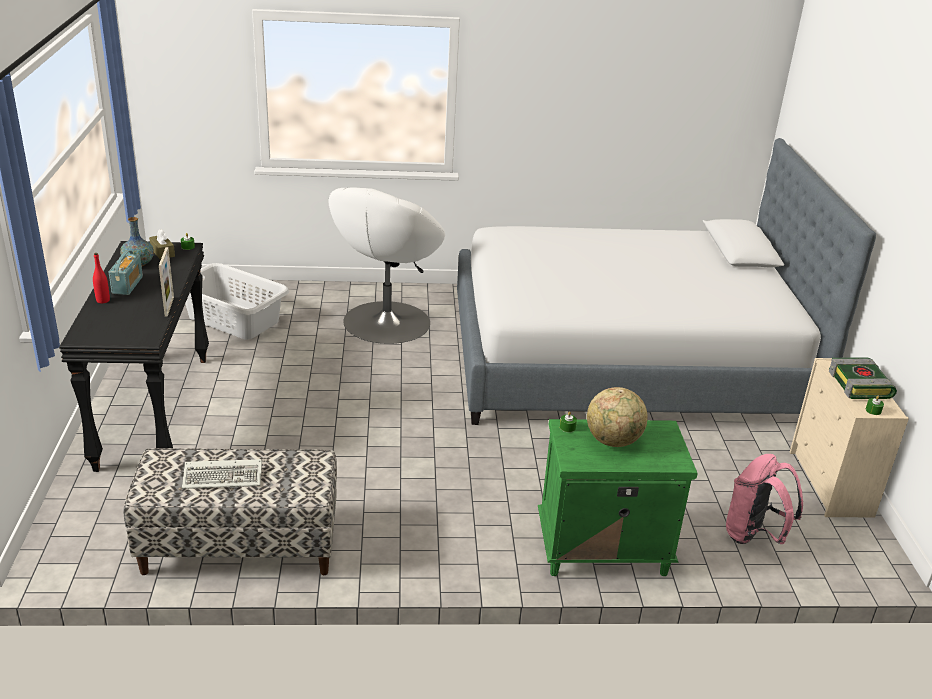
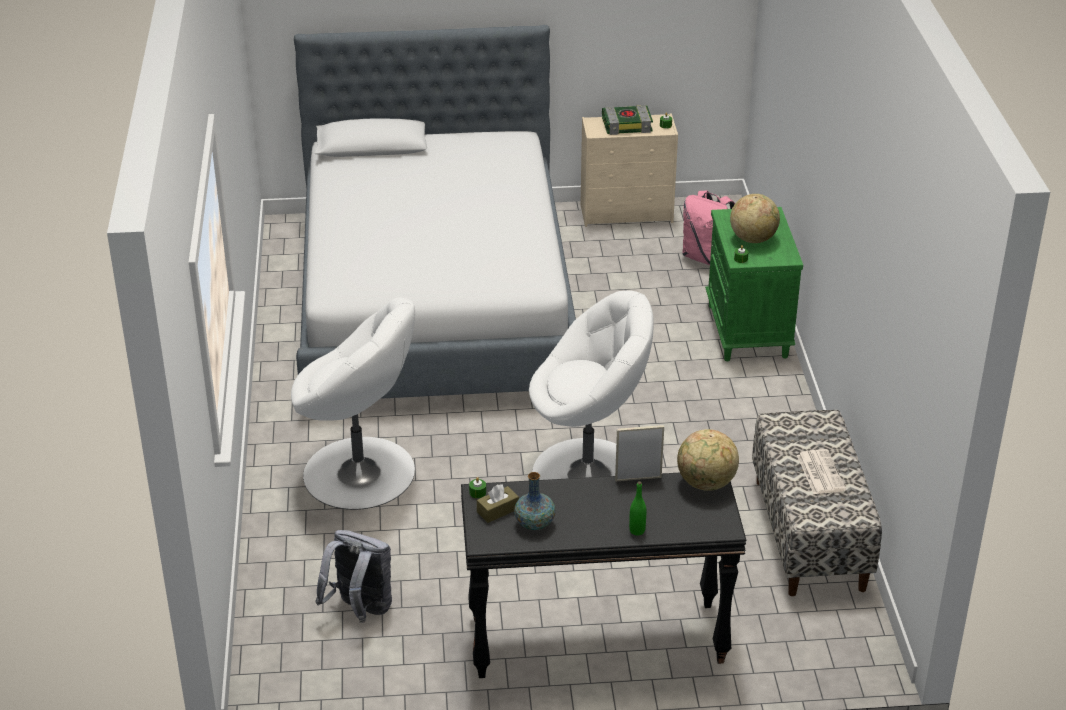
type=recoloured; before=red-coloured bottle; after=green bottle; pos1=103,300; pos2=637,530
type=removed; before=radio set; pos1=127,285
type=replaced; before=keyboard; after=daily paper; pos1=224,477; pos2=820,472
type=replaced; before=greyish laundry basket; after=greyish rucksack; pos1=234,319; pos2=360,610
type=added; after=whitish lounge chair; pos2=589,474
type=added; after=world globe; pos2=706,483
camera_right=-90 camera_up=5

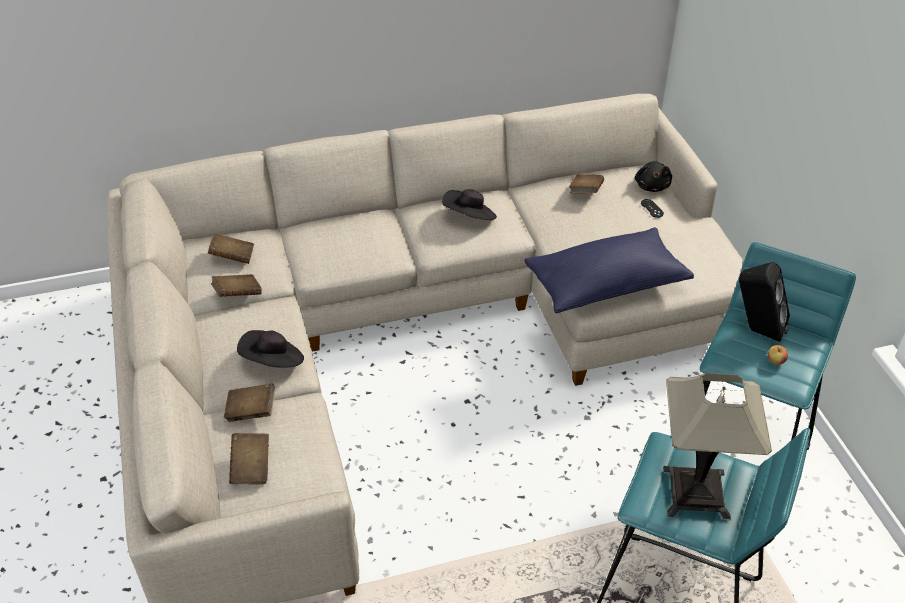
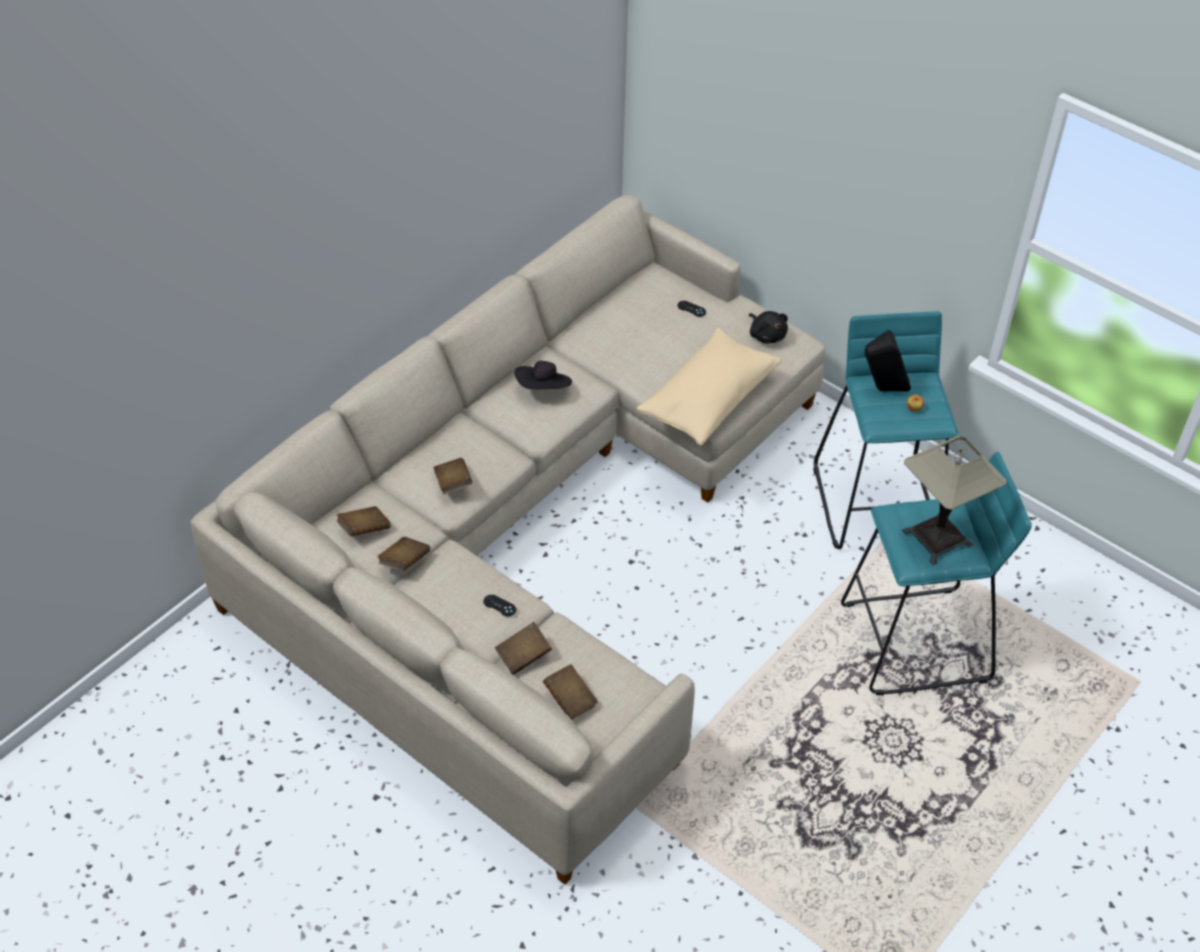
type=replaced; before=black-coloured clothing hat; after=black-coloured gamepad; pos1=273,362; pos2=499,605
type=recoloured; before=blue throw pillow; after=beige throw pillow; pos1=606,285; pos2=708,400
type=moved; before=brown-coloured book; pos1=585,192; pos2=453,483
type=moved; before=black-coloured plush toy; pos1=652,186; pos2=766,335
camera_right=-35 camera_up=5

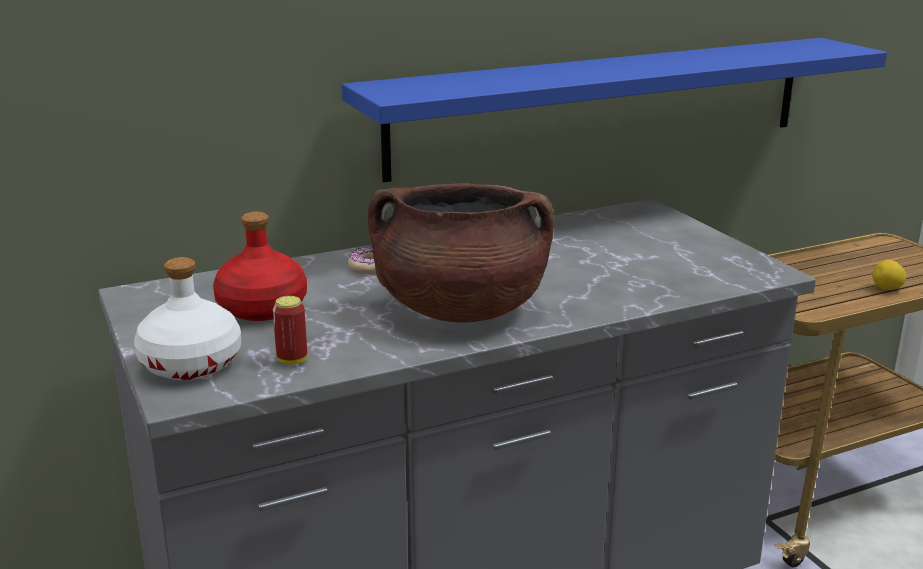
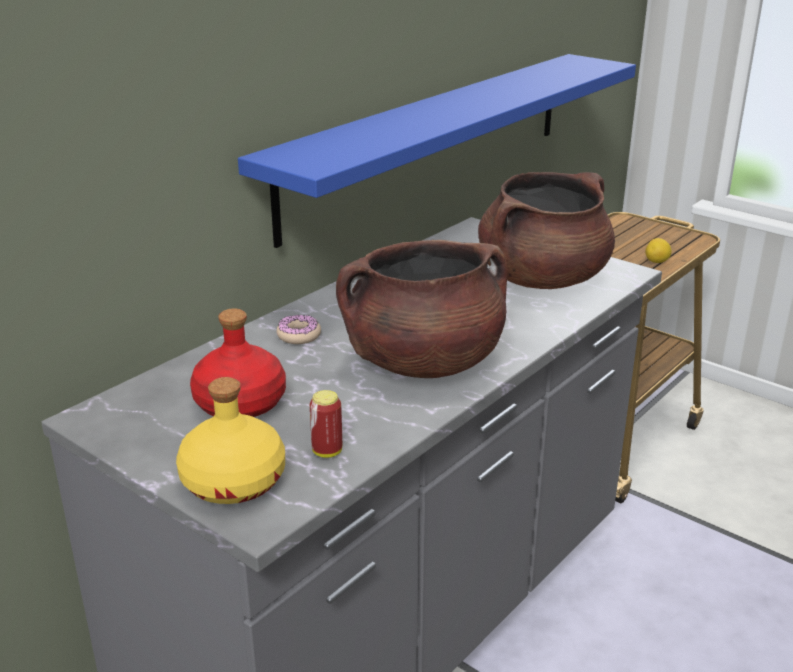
type=recoloured; before=whitish bottle; after=yellow-coloured bottle; pos1=191,364; pos2=234,482
type=added; after=brown-coloured cooking pot; pos2=542,279
camera_right=-25 camera_up=5

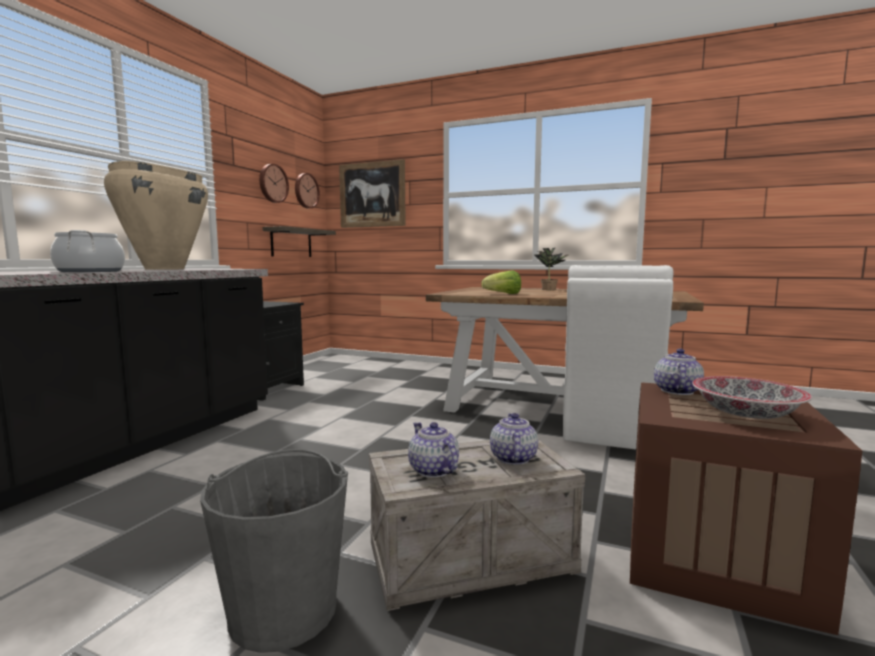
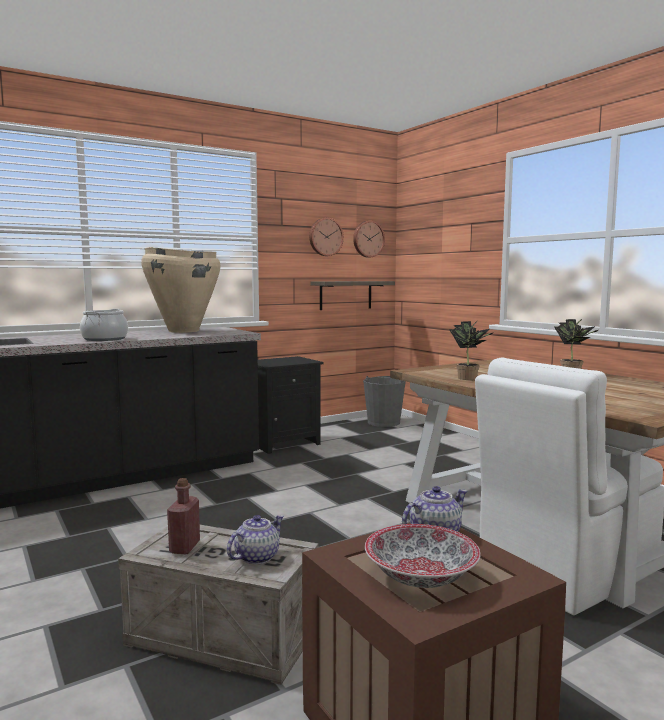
type=moved; before=greyish pail; pos1=284,609; pos2=384,422
type=removed; before=wall picture; pos1=372,195
type=replaced; before=pot for tea; after=red-coloured bottle; pos1=433,470; pos2=184,547
type=replaced; before=lettuce; after=houseplant; pos1=503,294; pos2=470,378
camera_right=35 camera_up=0

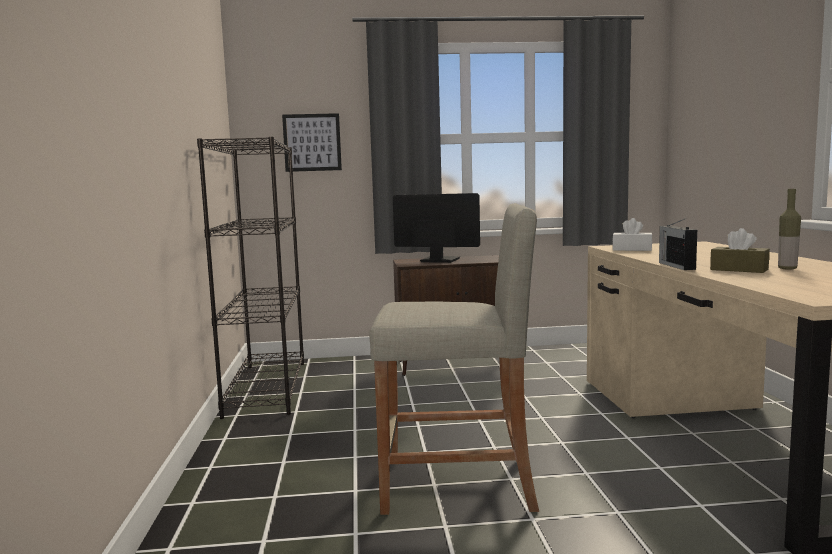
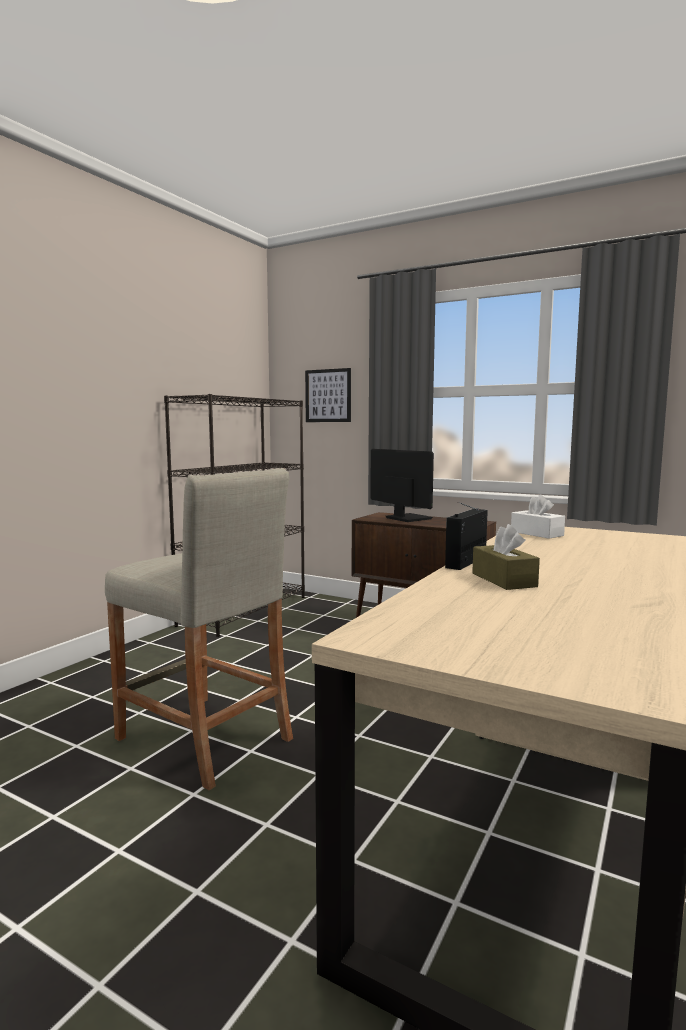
type=removed; before=bottle; pos1=787,268
camera_right=35 camera_up=0

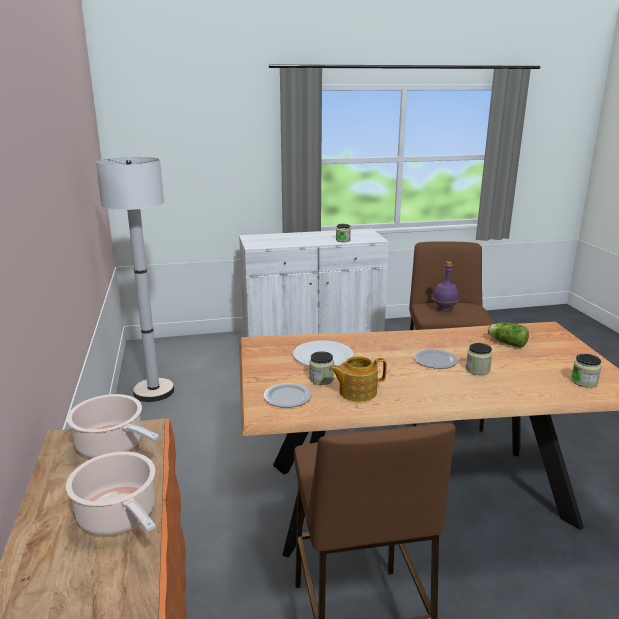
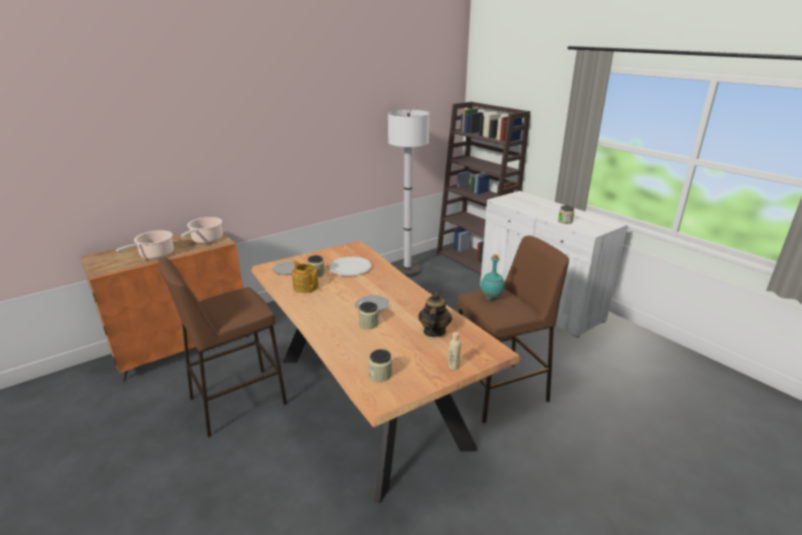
type=recoloured; before=purple bottle; after=blue-green bottle; pos1=444,309; pos2=491,298
type=replaced; before=lettuce; after=pot for tea; pos1=506,343; pos2=434,331
type=added; after=brown-coloured shelving unit; pos2=474,261
type=added; after=beige bottle; pos2=453,366
camera_right=65 camera_up=5

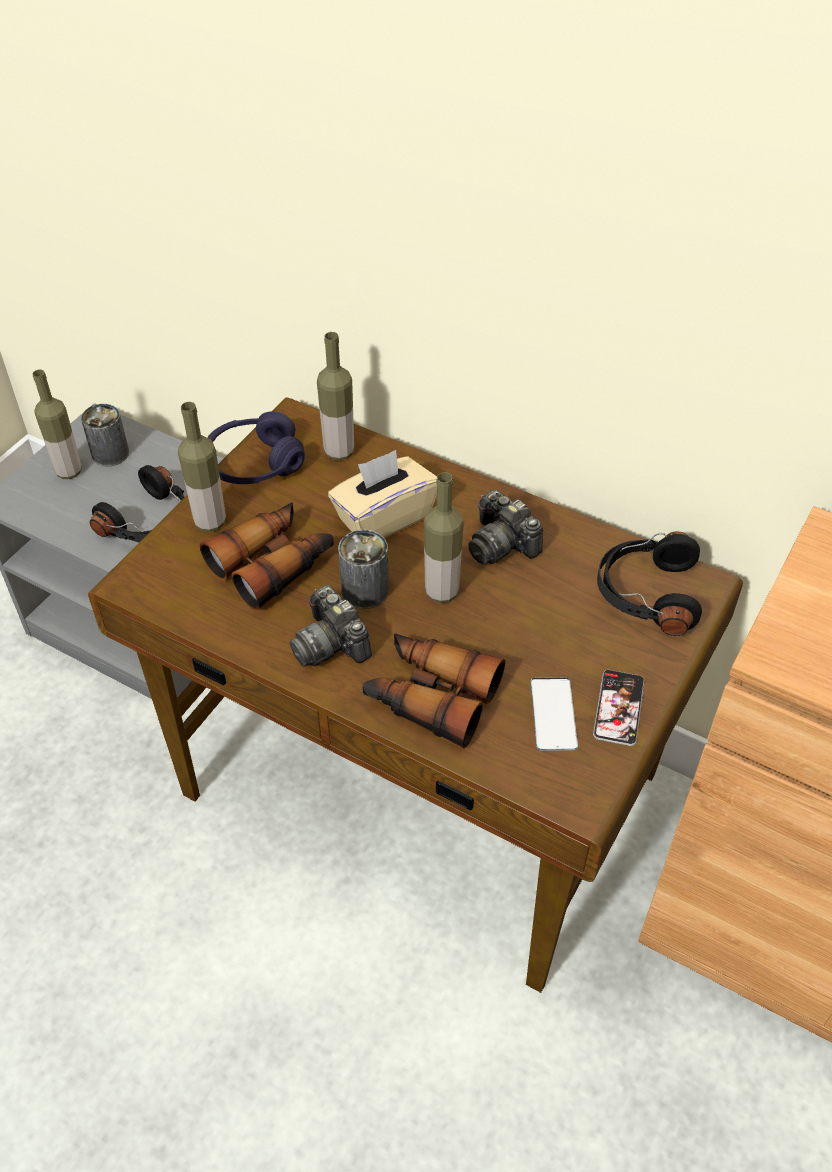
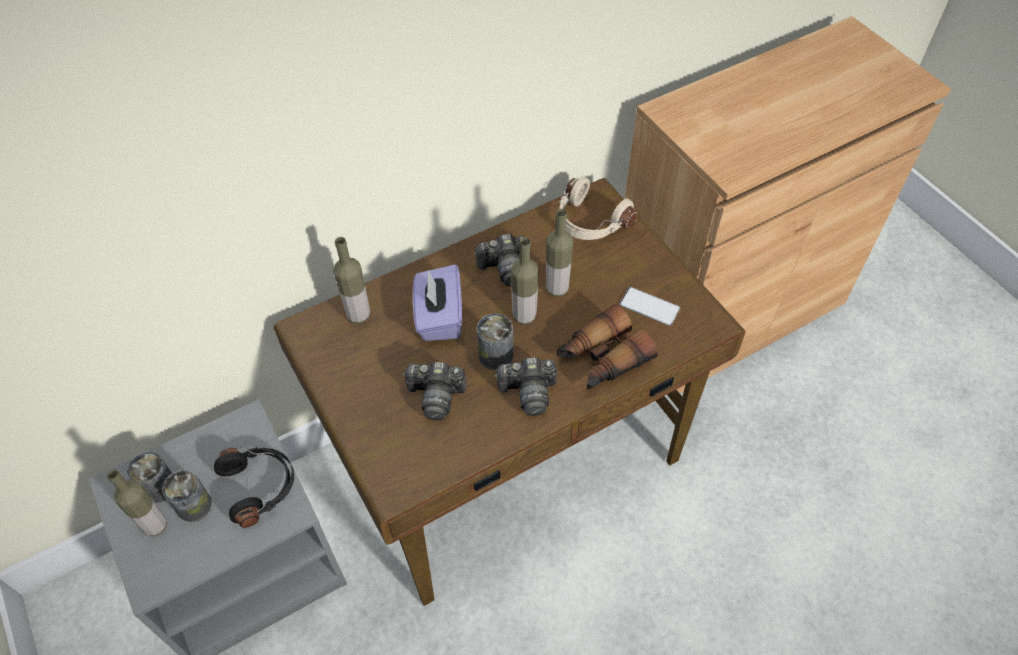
type=moved; before=bottle; pos1=210,522; pos2=557,288
type=replaced; before=field glasses; after=still camera; pos1=273,563; pos2=436,396
type=removed; before=purple headphones; pos1=254,463
type=recoloured; before=beige box of tissues; after=purple box of tissues; pos1=383,518; pos2=439,317
type=removed; before=handset; pos1=618,708
type=recoloured; before=black-coloured headphones; after=beige headphones; pos1=646,594; pos2=589,222
type=added; after=can; pos2=194,505
camera_right=-60 camera_up=5

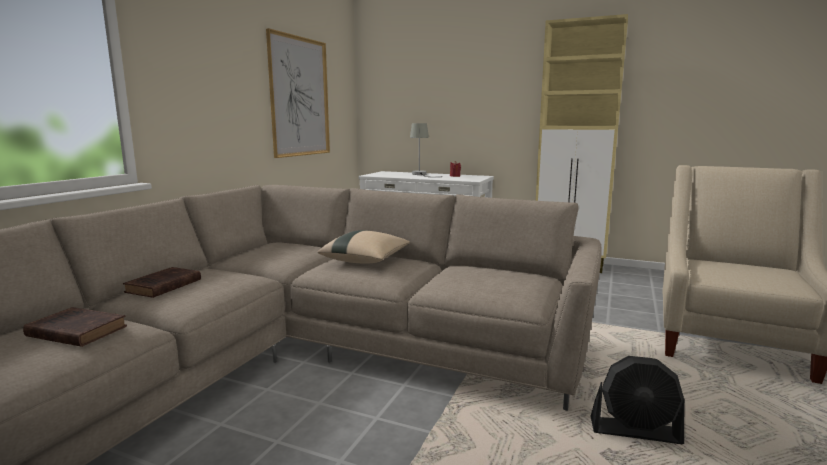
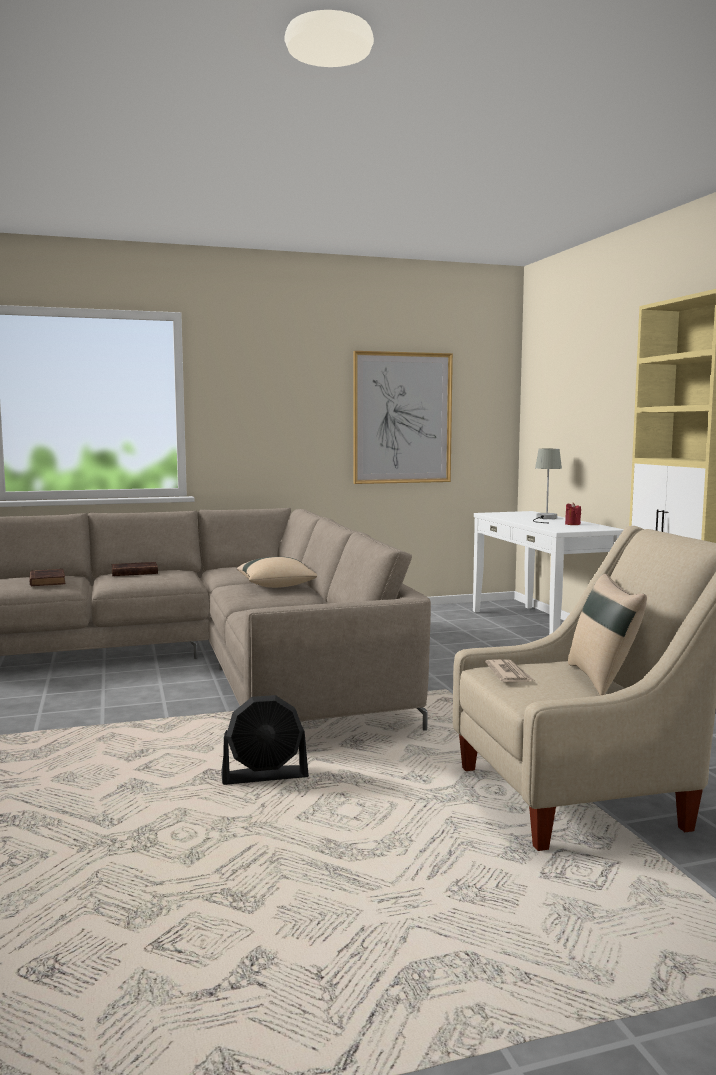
type=turned; before=black-coloured electric fan; pos1=635,431; pos2=265,776; turn=-75
type=added; after=daily paper; pos2=509,674
type=added; after=beige throw pillow; pos2=603,679
camera_right=50 camera_up=-5

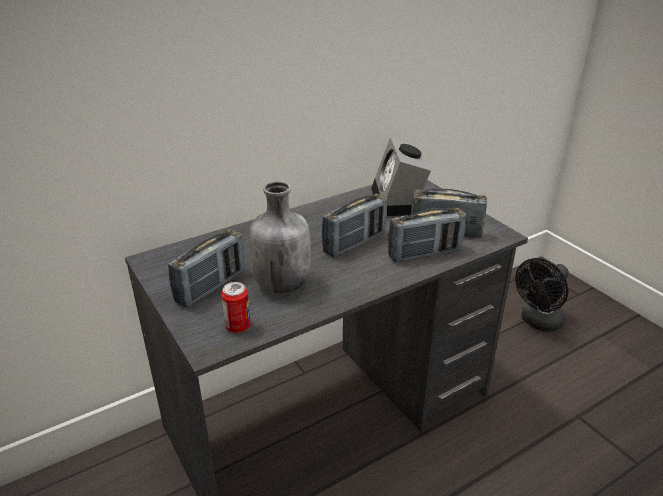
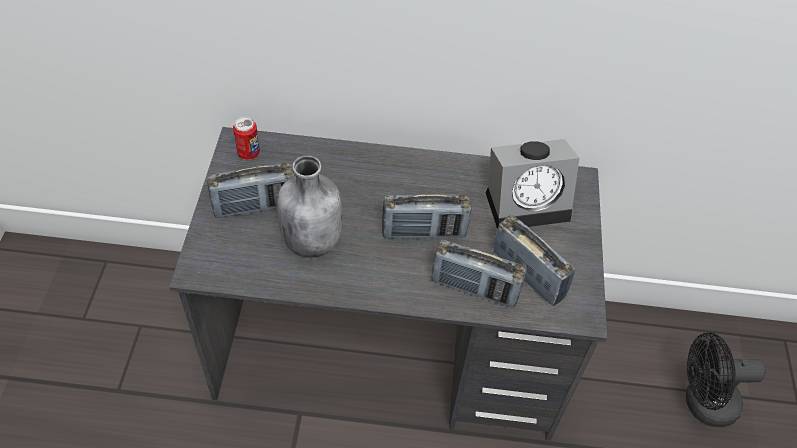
type=moved; before=can; pos1=238,326; pos2=248,153
type=turned; before=table clock; pos1=398,201; pos2=528,202; turn=-135
camera_right=35 camera_up=20

